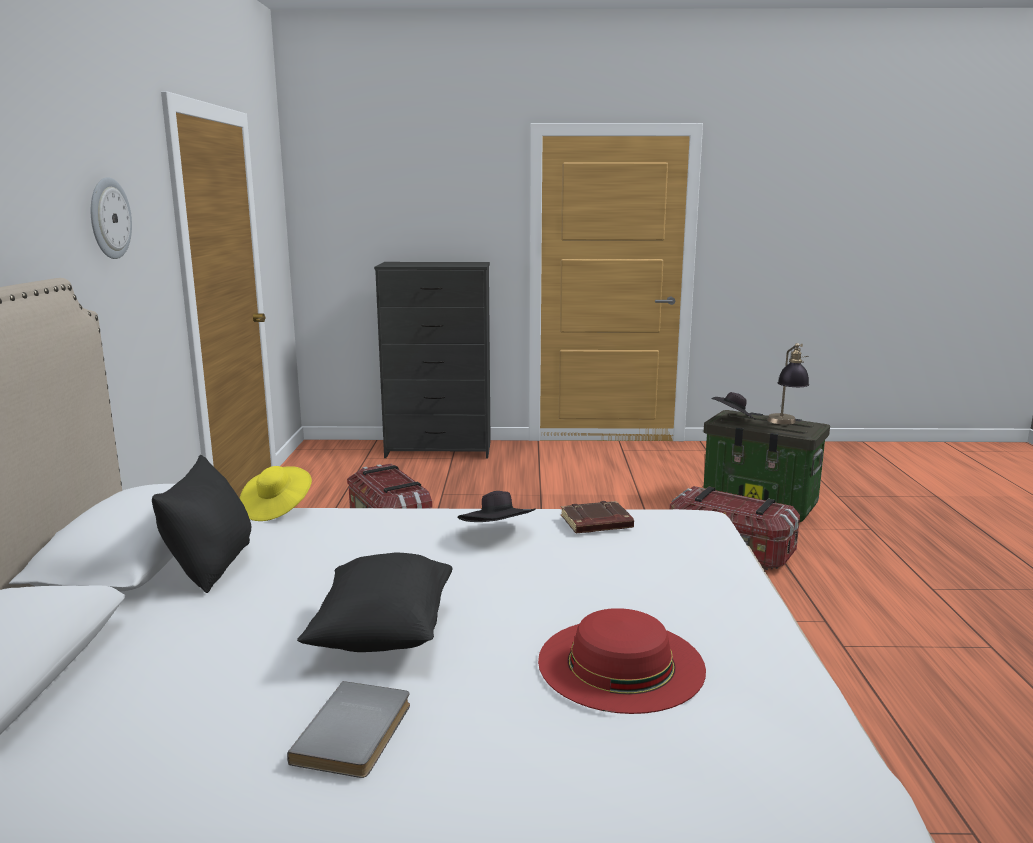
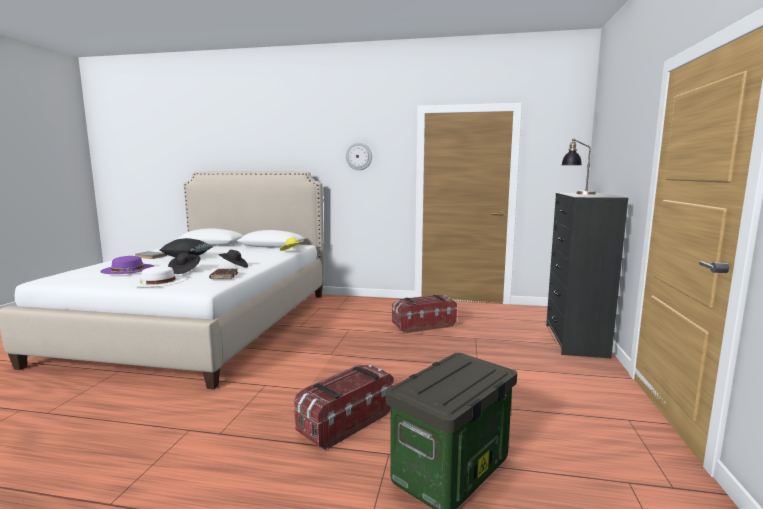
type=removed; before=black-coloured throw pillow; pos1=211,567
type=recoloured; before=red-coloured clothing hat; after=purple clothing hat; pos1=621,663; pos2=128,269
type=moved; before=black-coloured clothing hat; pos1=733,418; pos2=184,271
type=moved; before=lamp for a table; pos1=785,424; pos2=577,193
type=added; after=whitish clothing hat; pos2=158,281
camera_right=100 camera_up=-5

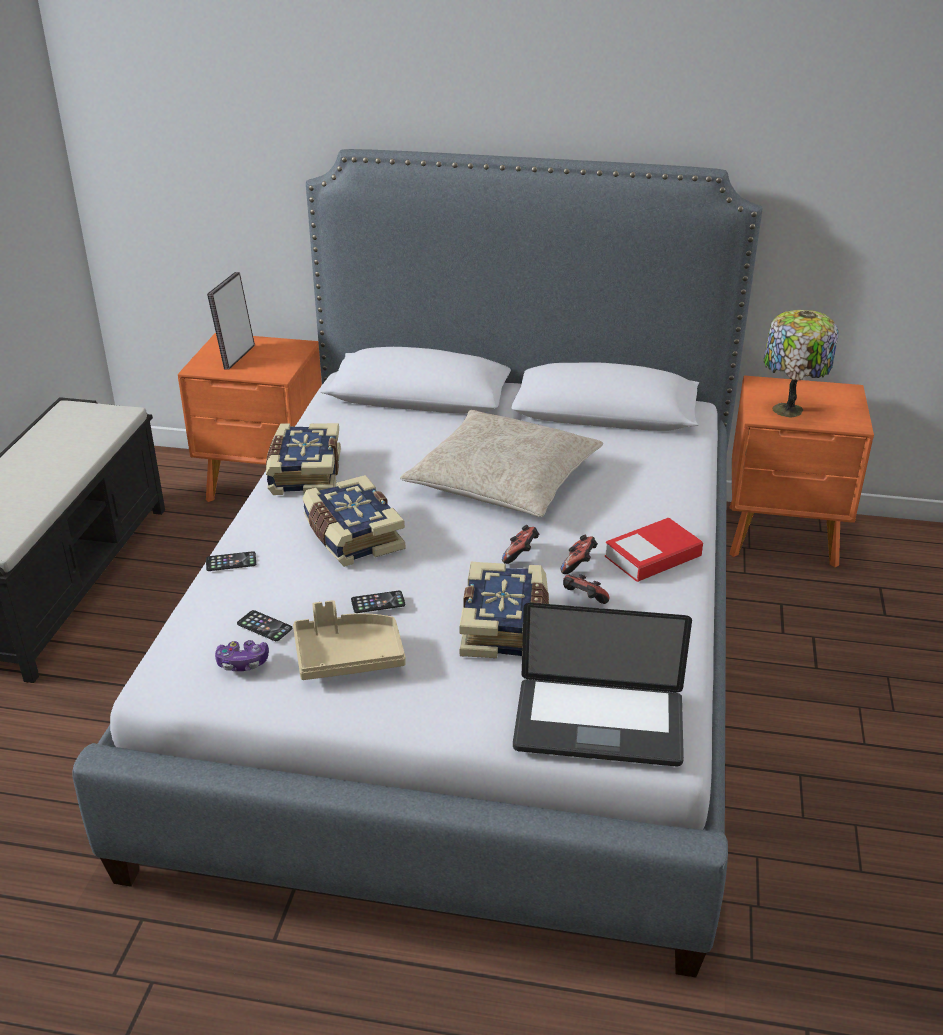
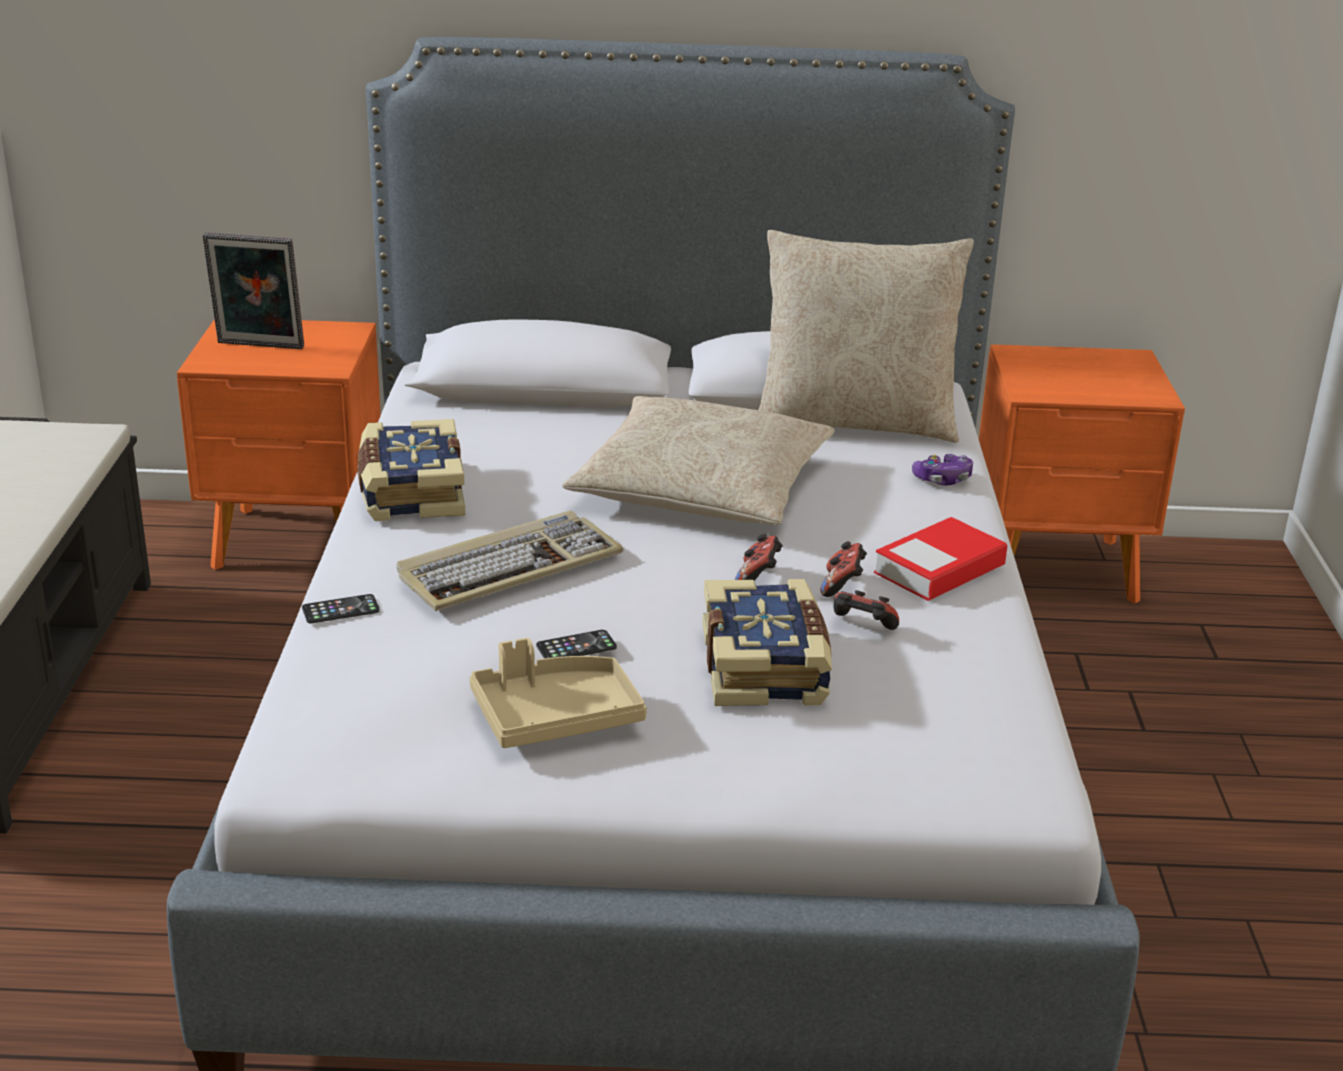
type=turned; before=standing frame; pos1=236,357; pos2=259,347; turn=-90
type=moved; before=gamepad; pos1=242,663; pos2=943,479
type=removed; before=handset; pos1=264,626
type=replaced; before=book; after=keyboard; pos1=351,536; pos2=509,567
type=removed; before=laptop; pos1=598,724
type=removed; before=lamp for a table; pos1=789,411
type=added; after=beige throw pillow; pos2=855,422
camera_right=-10 camera_up=-5

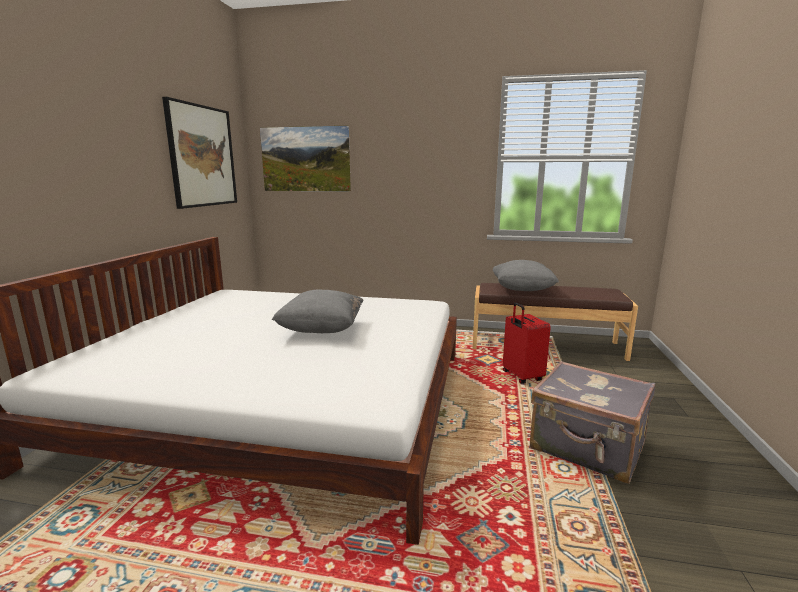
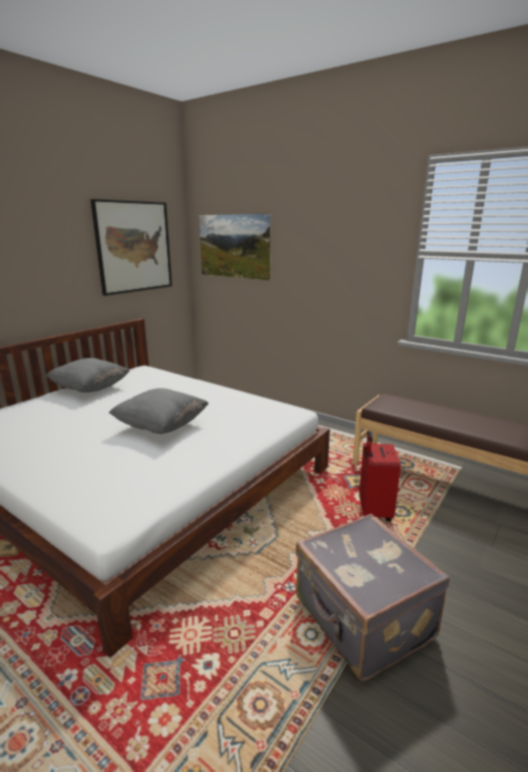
type=moved; before=greyish throw pillow; pos1=522,290; pos2=90,389
camera_right=25 camera_up=5

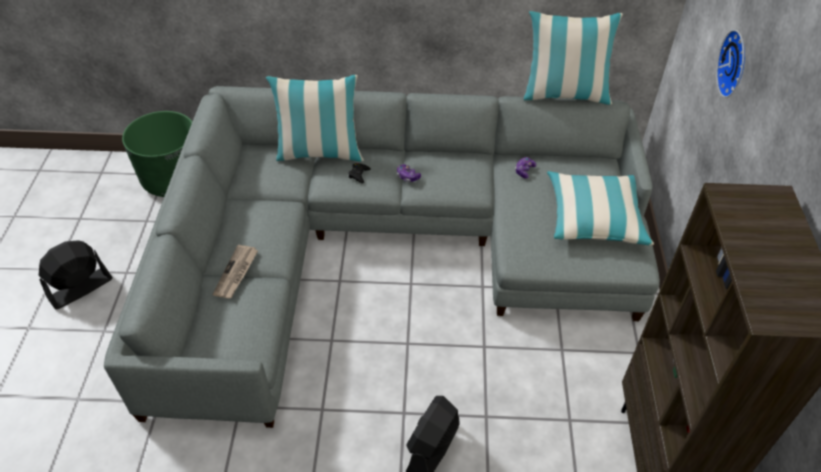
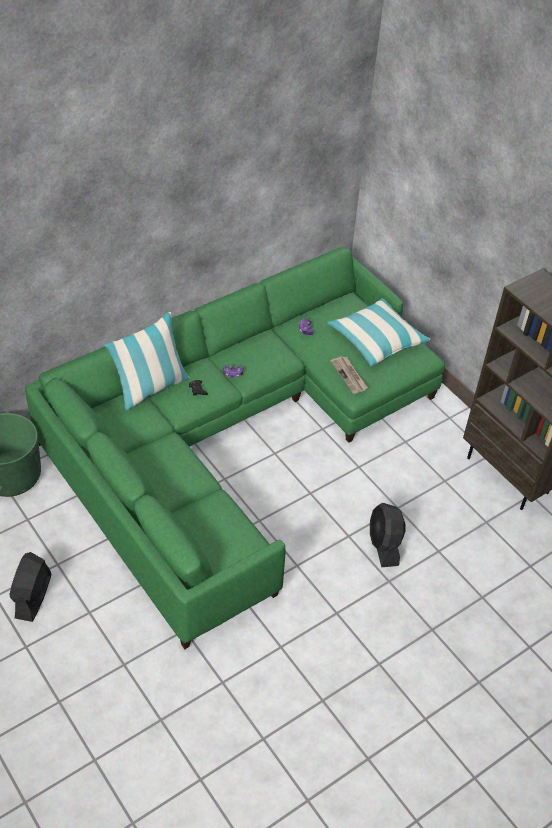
type=recoloured; before=greyish settee; after=green settee; pos1=386,246; pos2=233,437
type=moved; before=daily paper; pos1=236,273; pos2=349,376
type=removed; before=throw pillow; pos1=565,95
type=removed; before=hanging clock; pos1=735,64
camera_right=-40 camera_up=0

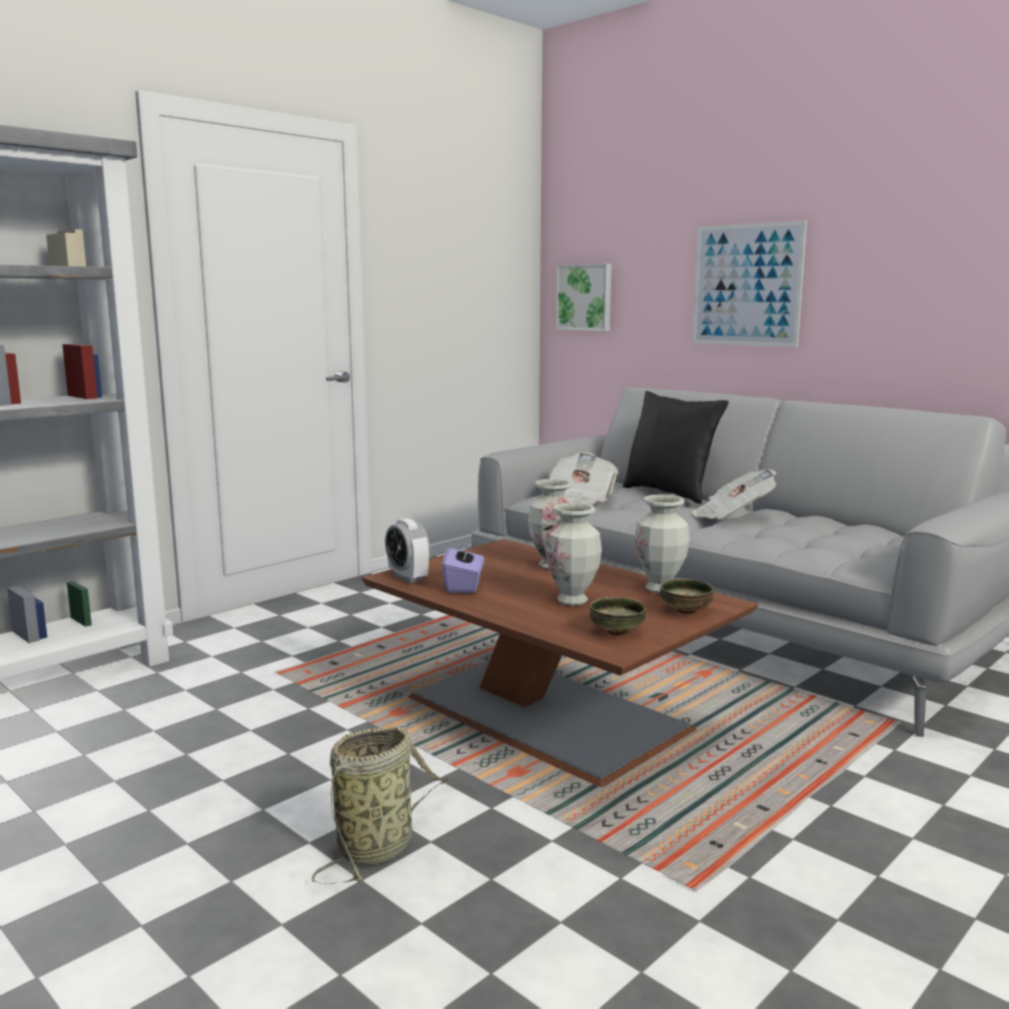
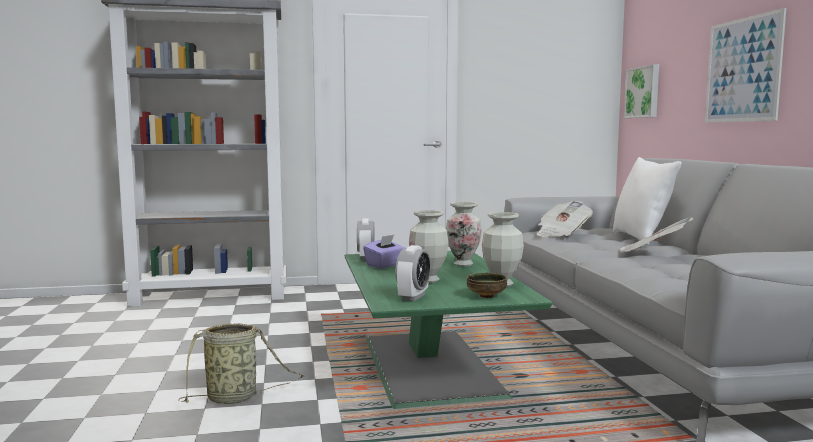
type=recoloured; before=brown-coloured coffee table; after=green coffee table; pos1=551,715; pos2=432,367
type=replaced; before=serving bowl; after=table clock; pos1=616,632; pos2=413,297
type=recoloured; before=black-coloured throw pillow; after=whitish throw pillow; pos1=670,493; pos2=641,238
camera_right=35 camera_up=-5

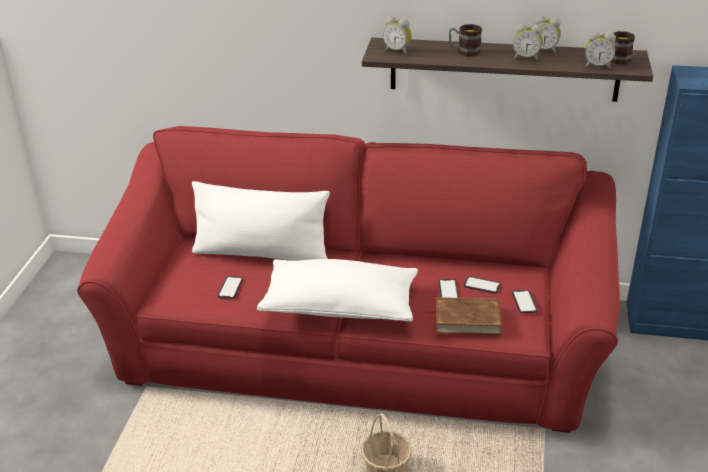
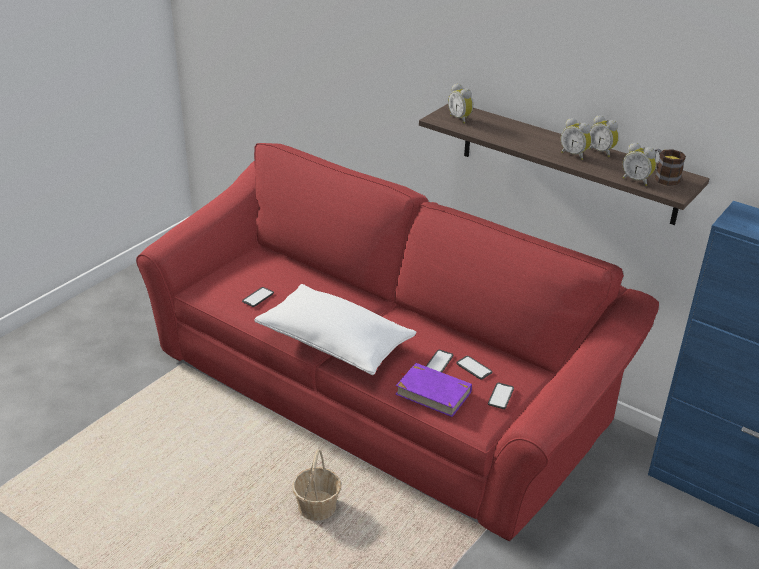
type=removed; before=whitish throw pillow; pos1=261,253
type=recoloured; before=brown-coloured book; after=purple book; pos1=466,319; pos2=433,393
type=removed; before=coffee mug; pos1=464,51
camera_right=25 camera_up=0

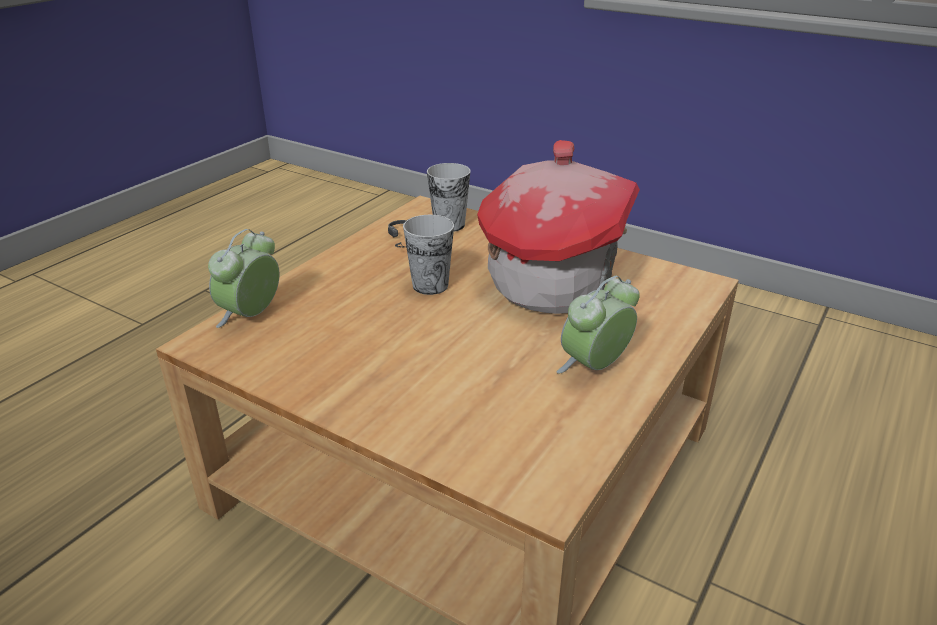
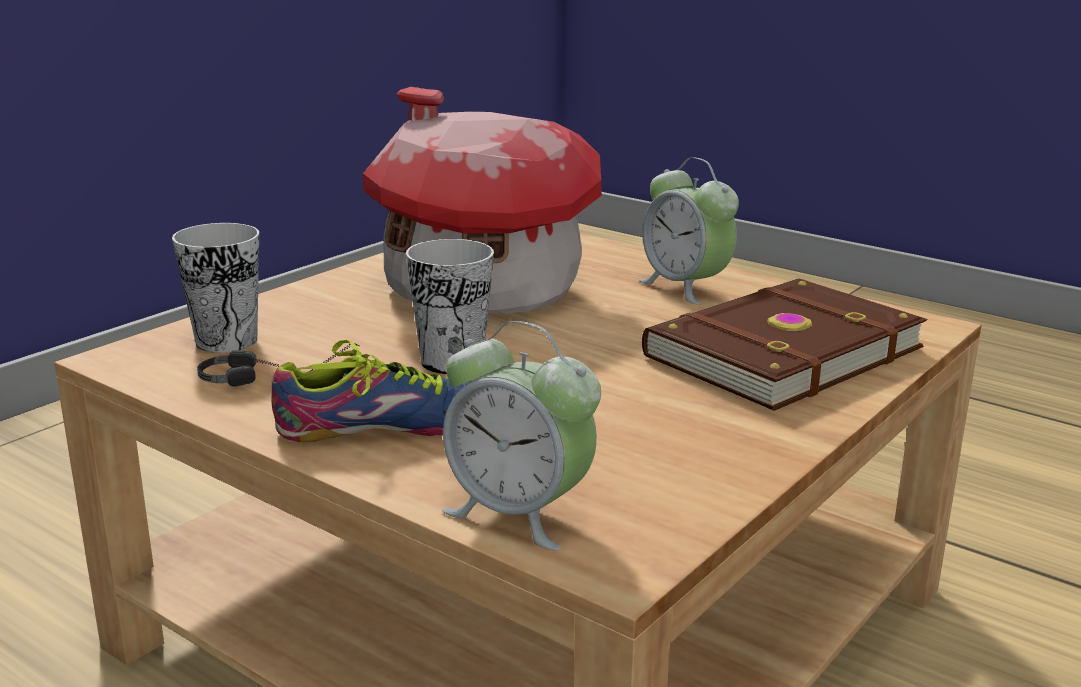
type=added; after=low shoe; pos2=392,429
type=added; after=brown-coloured book; pos2=778,351
camera_right=-85 camera_up=-10

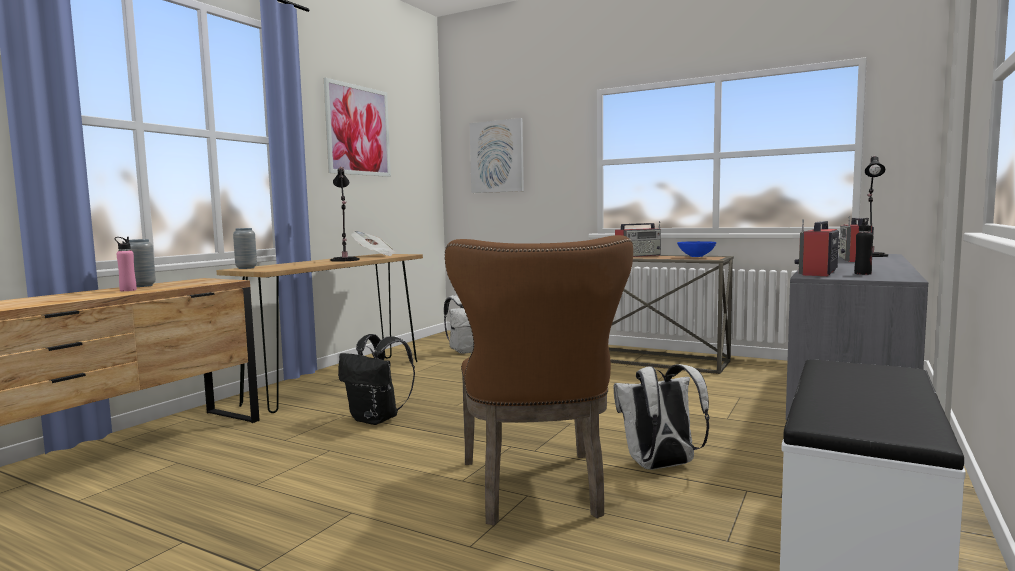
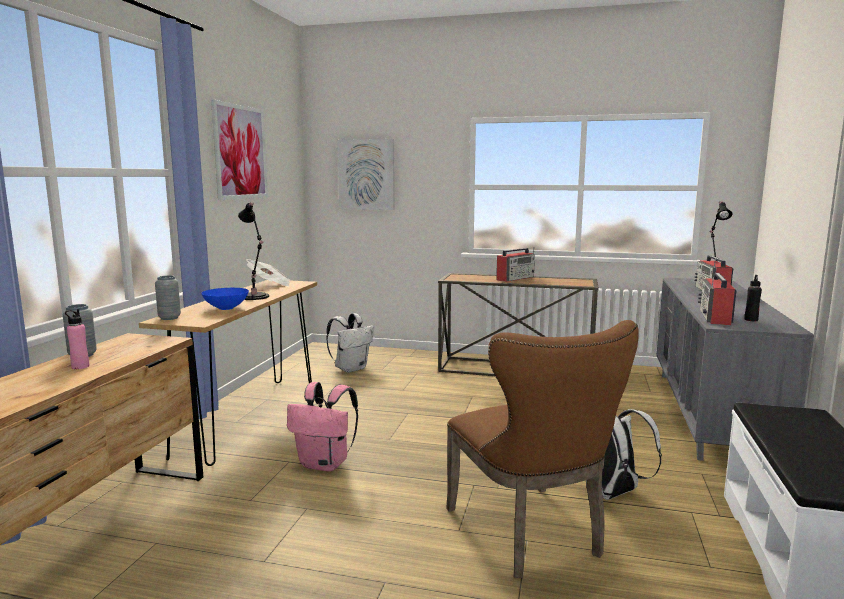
type=recoloured; before=black-coloured rucksack; after=pink-coloured rucksack; pos1=377,419; pos2=325,464
type=moved; before=blue serving bowl; pos1=696,256; pos2=226,308
camera_right=-15 camera_up=5

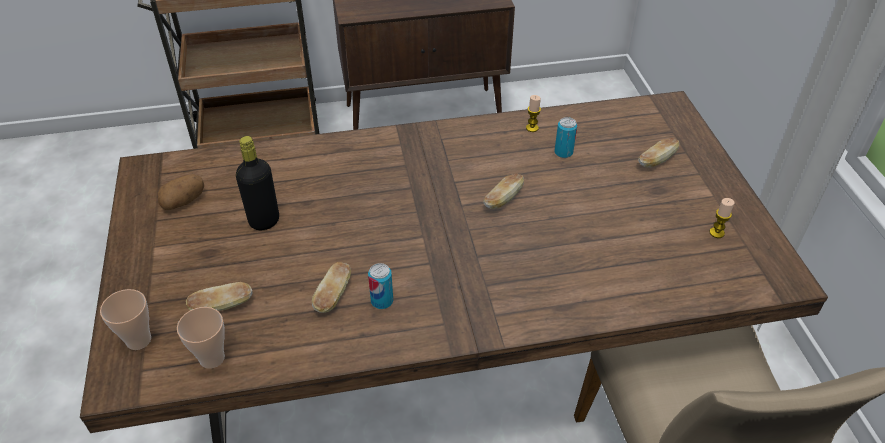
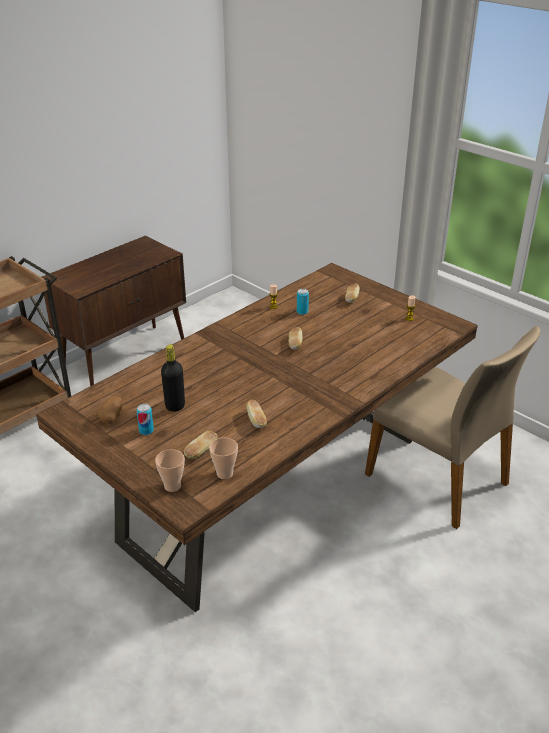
type=moved; before=can; pos1=382,301; pos2=146,431
camera_right=-35 camera_up=-10

